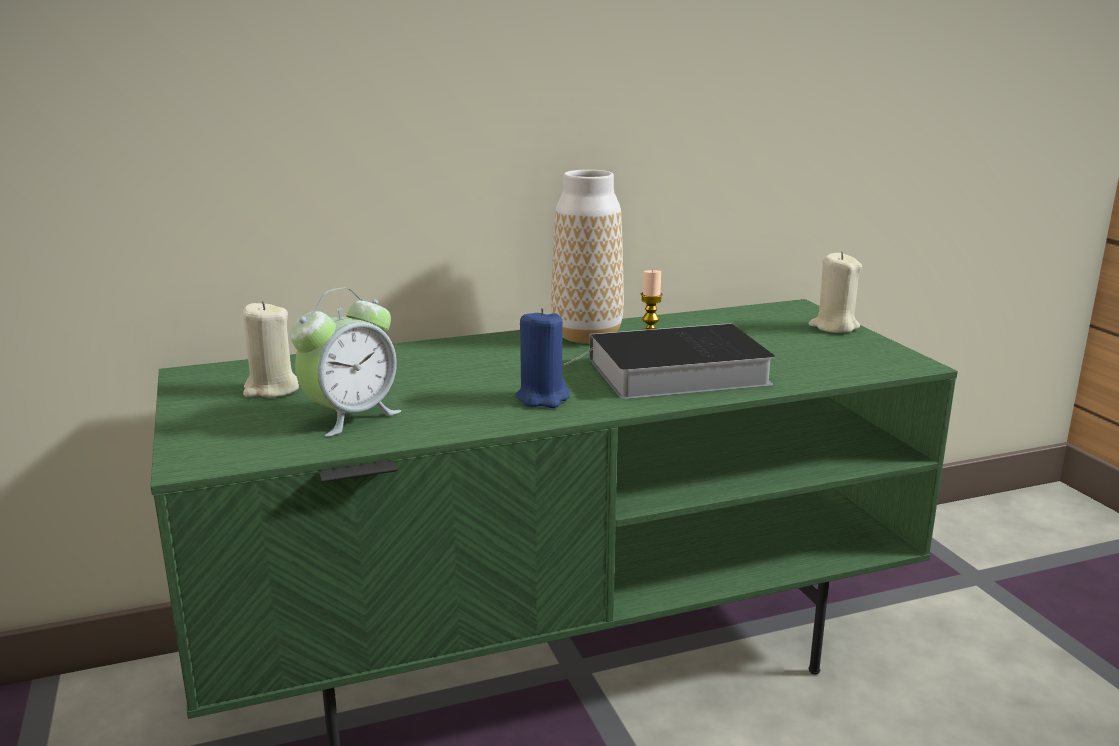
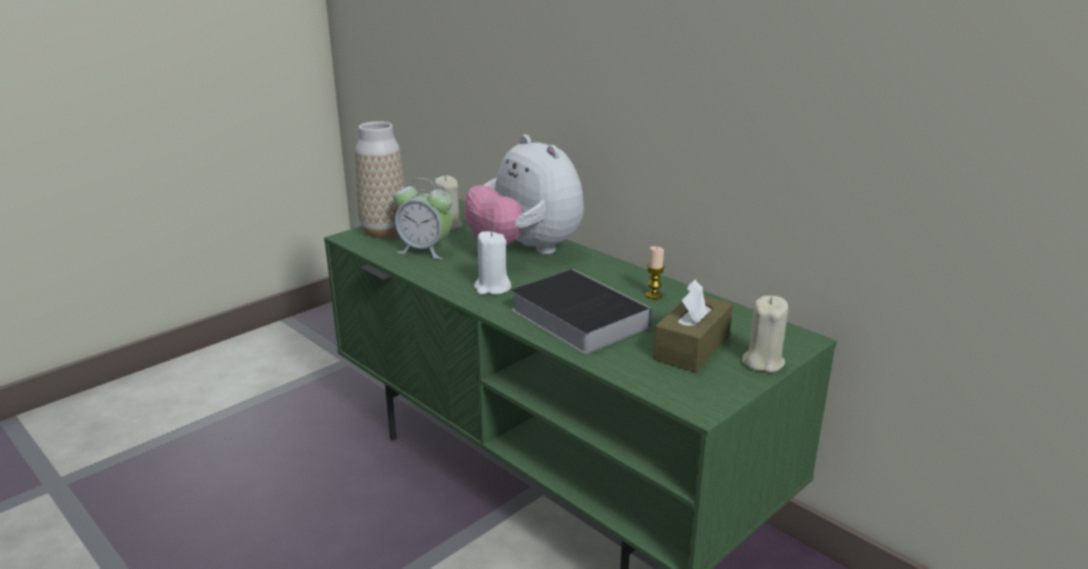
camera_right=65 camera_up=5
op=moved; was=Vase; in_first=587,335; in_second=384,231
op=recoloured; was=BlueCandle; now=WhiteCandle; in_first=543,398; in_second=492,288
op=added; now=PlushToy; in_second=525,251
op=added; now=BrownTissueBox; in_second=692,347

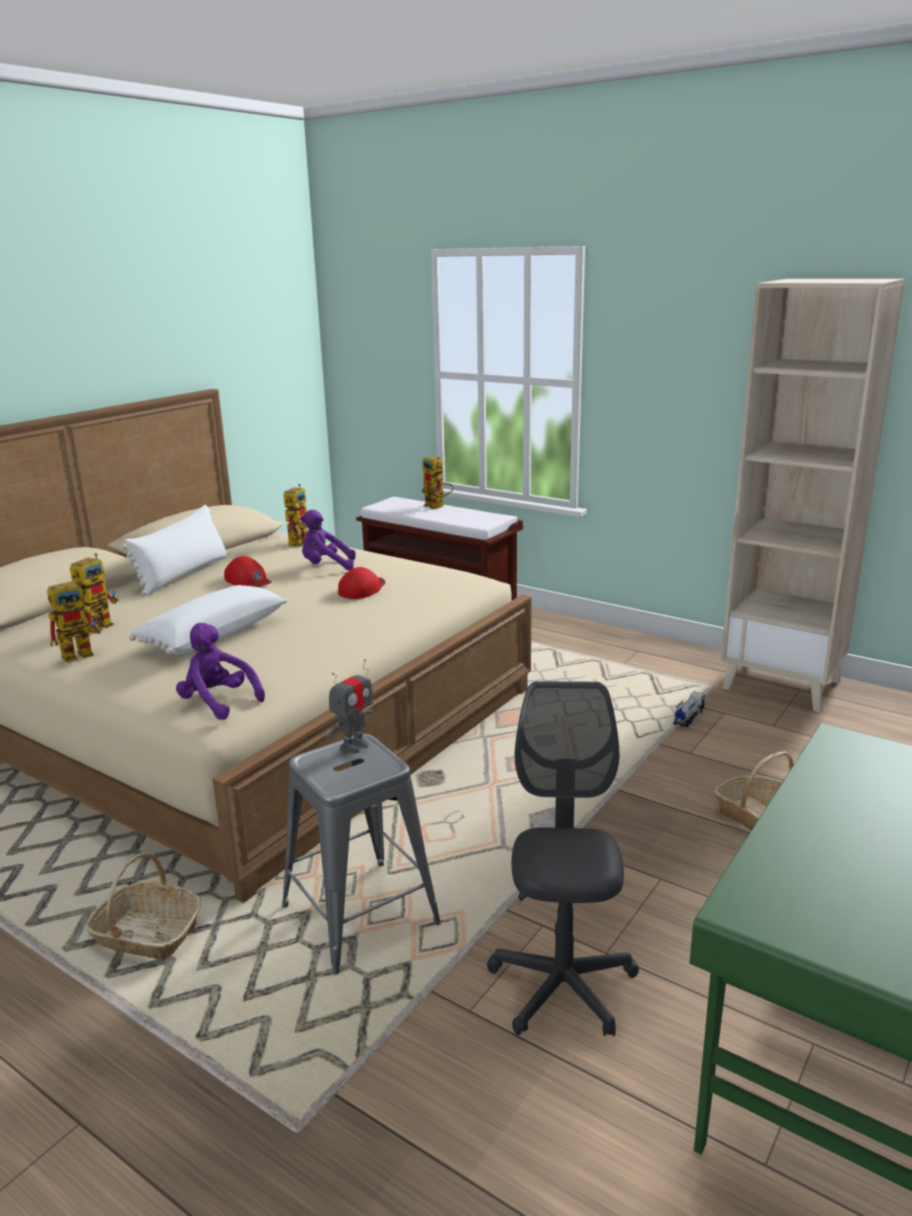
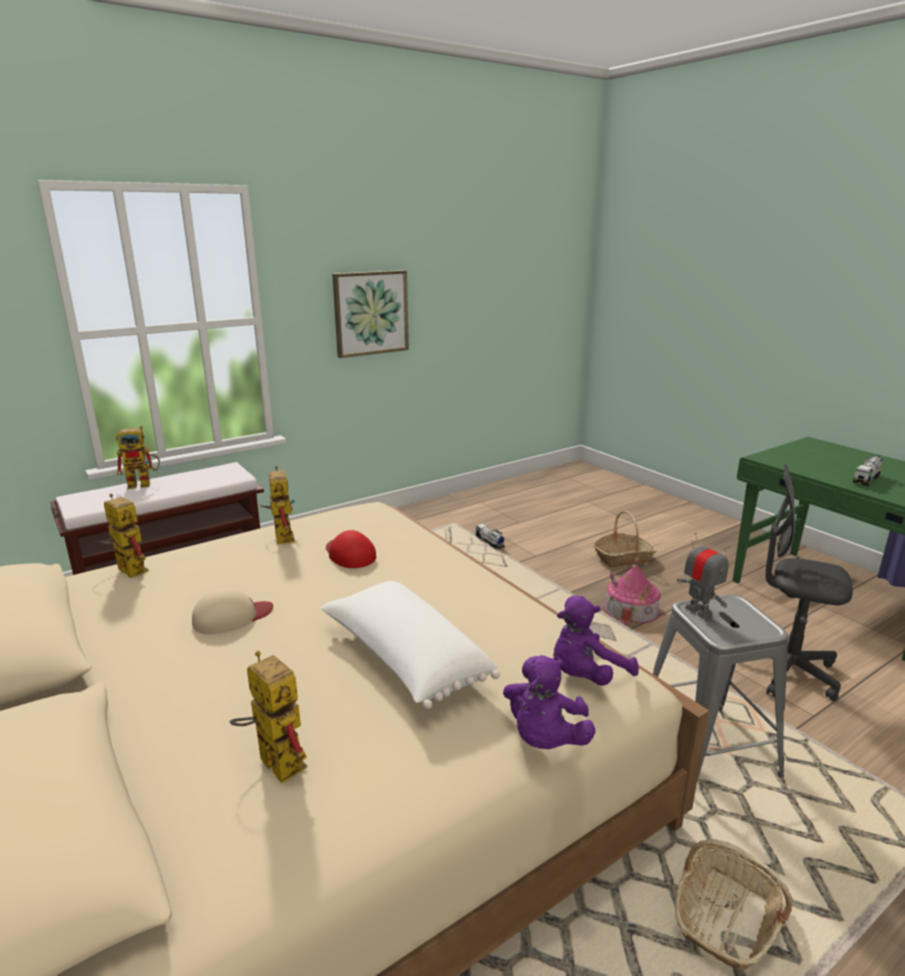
camera_right=-70 camera_up=0
op=removed; was=BeigeBookcase; in_first=783,684
op=removed; was=WhitePillow; in_first=184,574
op=moved; was=PurplePlushToy; in_first=326,567; in_second=544,739
op=recoloured; was=RedCap; now=BeigeCap; in_first=248,580; in_second=232,617
op=moved; was=ToyRobot; in_first=83,653; in_second=281,535
op=added; now=Picture; in_second=370,313
op=added; now=ToyTruck; in_second=866,479
op=added; now=ToyHouse; in_second=631,608

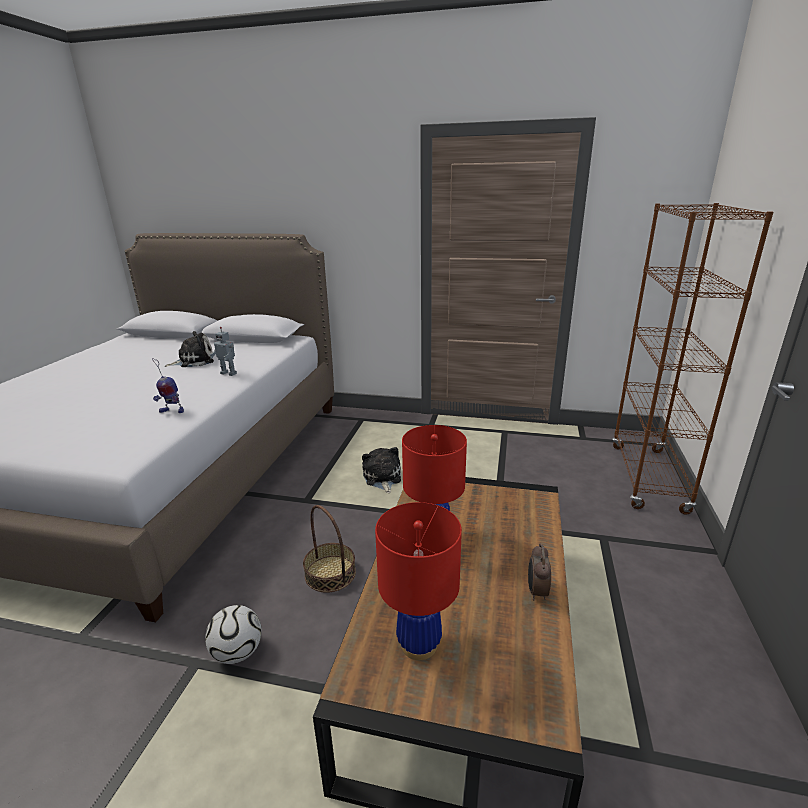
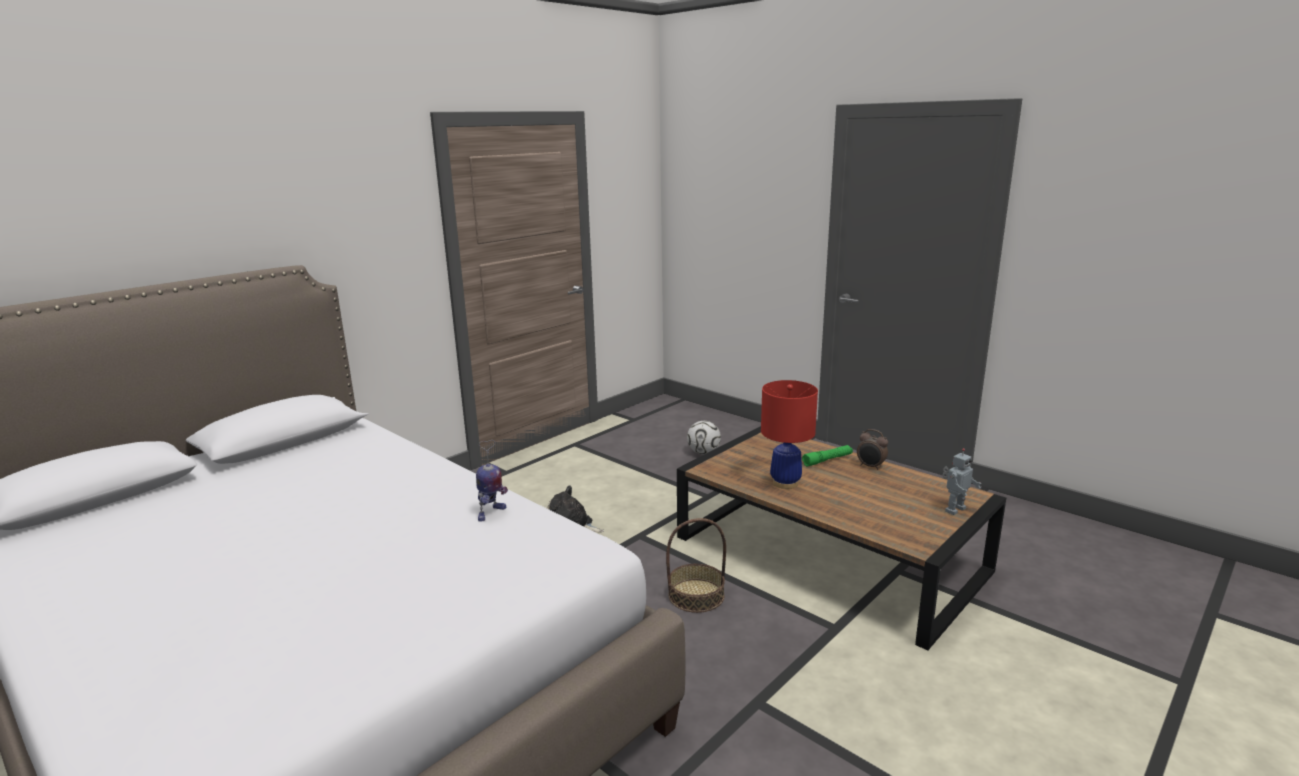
camera_right=-60 camera_up=-5
op=removed; was=BrownBookcase; in_first=647,478
op=moved; was=ToyRobot; in_first=229,373; in_second=954,509
op=removed; was=PlushToy; in_first=194,361
op=removed; was=RedTableLamp; in_first=418,644
op=moved; was=Football; in_first=238,652; in_second=704,452
op=added; now=GreenFlashlight; in_second=827,460

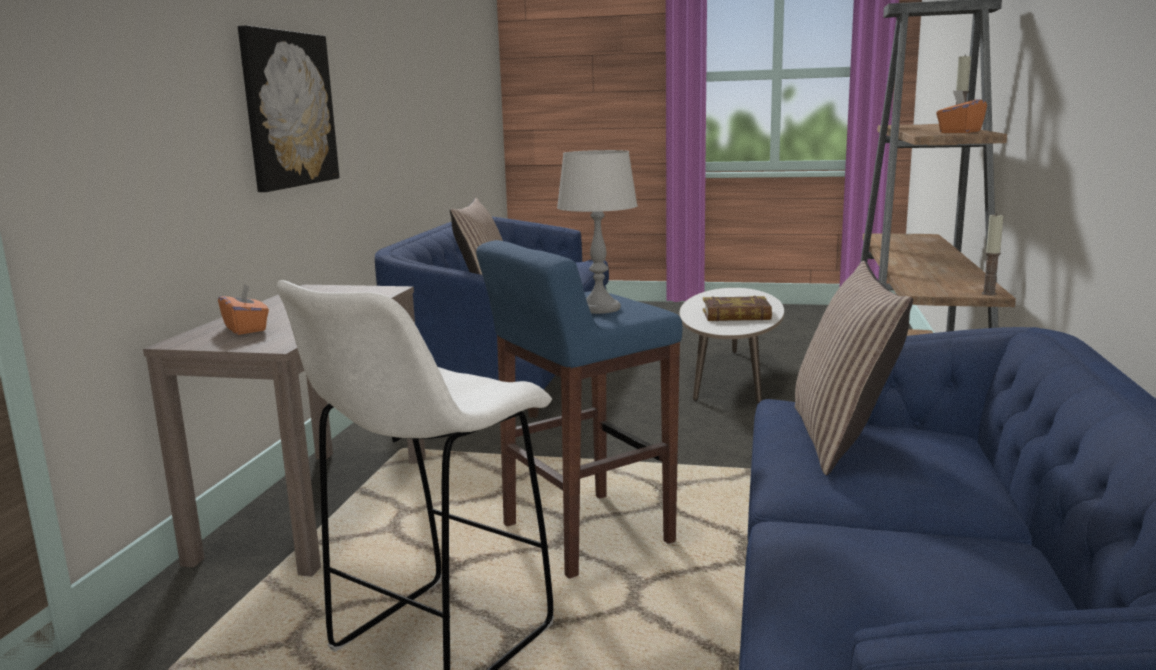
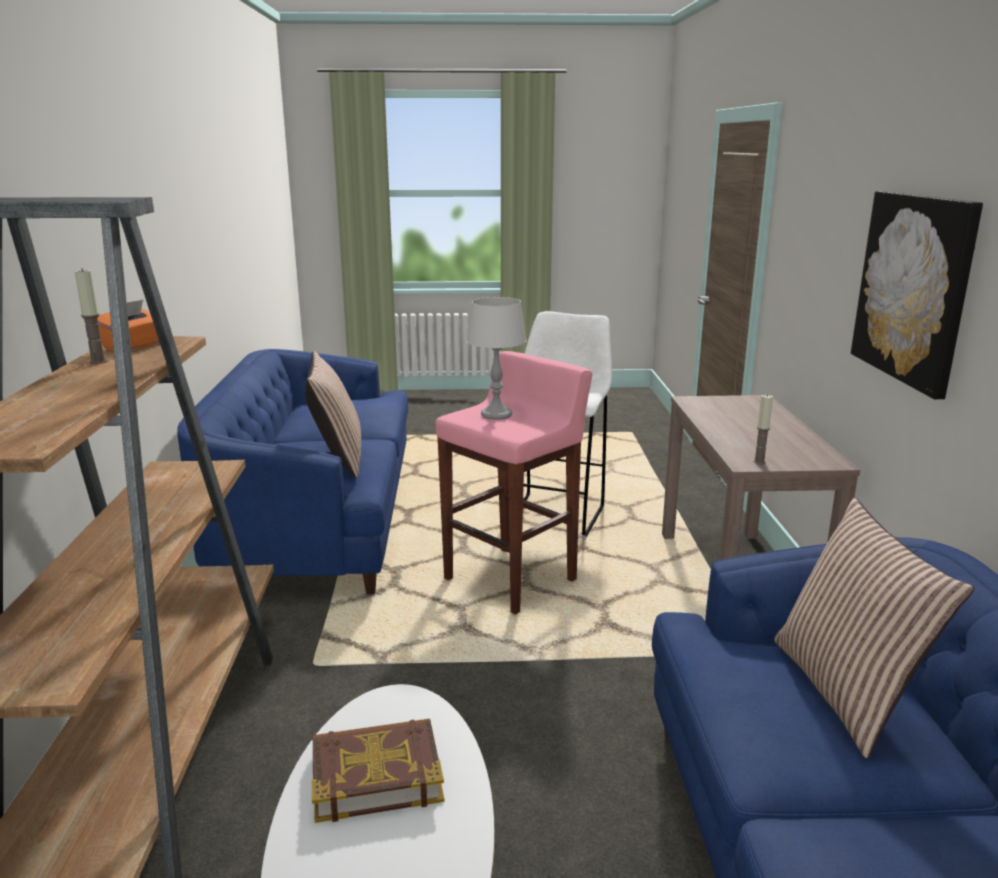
camera_right=165 camera_up=5
op=moved; was=Candle; in_first=988,293; in_second=759,462
op=recoloured; was=BlueStool; now=PinkStool; in_first=584,534; in_second=512,579
op=removed; was=OrangeTissueBox; in_first=246,328

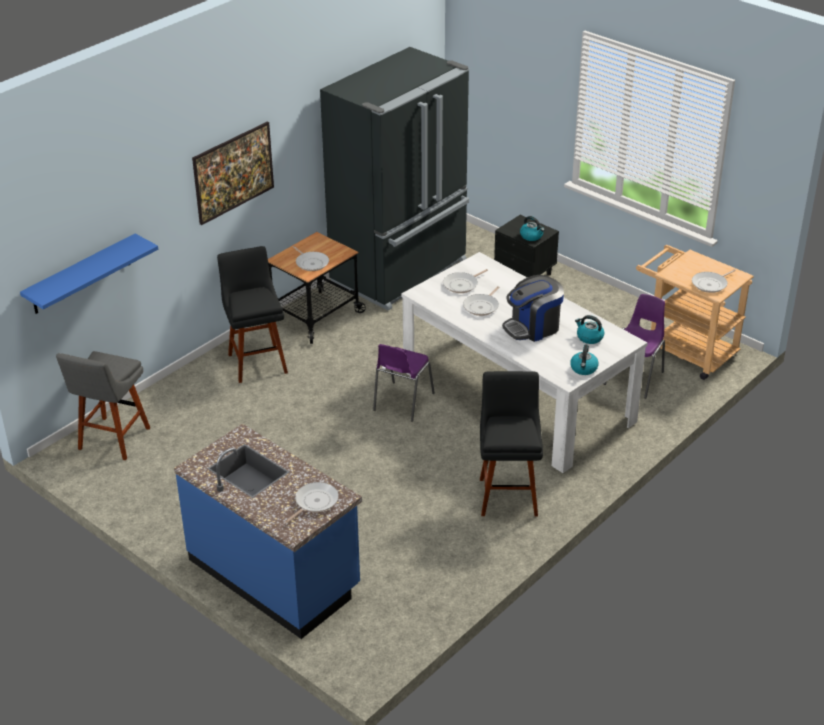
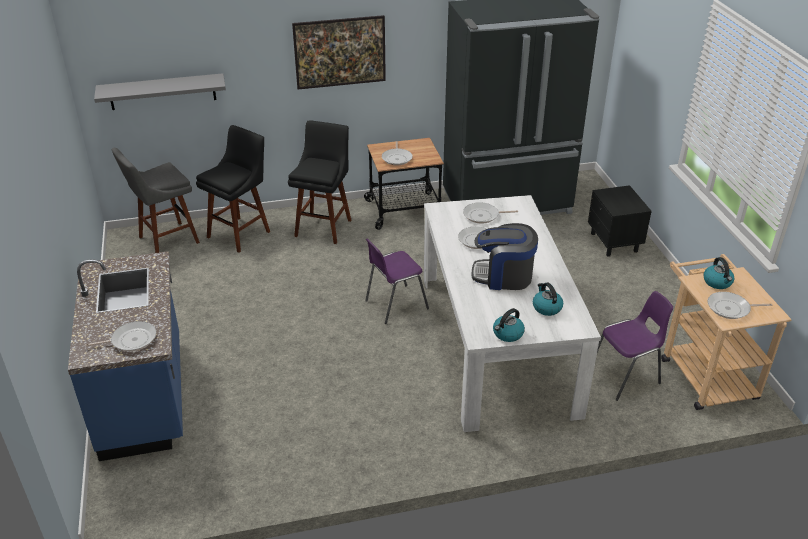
camera_right=35 camera_up=0
op=moved; was=Kettle; in_first=532,236; in_second=717,282
op=recoloured; was=BlueShelf; now=GreyShelf; in_first=81,275; in_second=162,92
op=moved; was=BlackStool; in_first=508,494; in_second=241,233

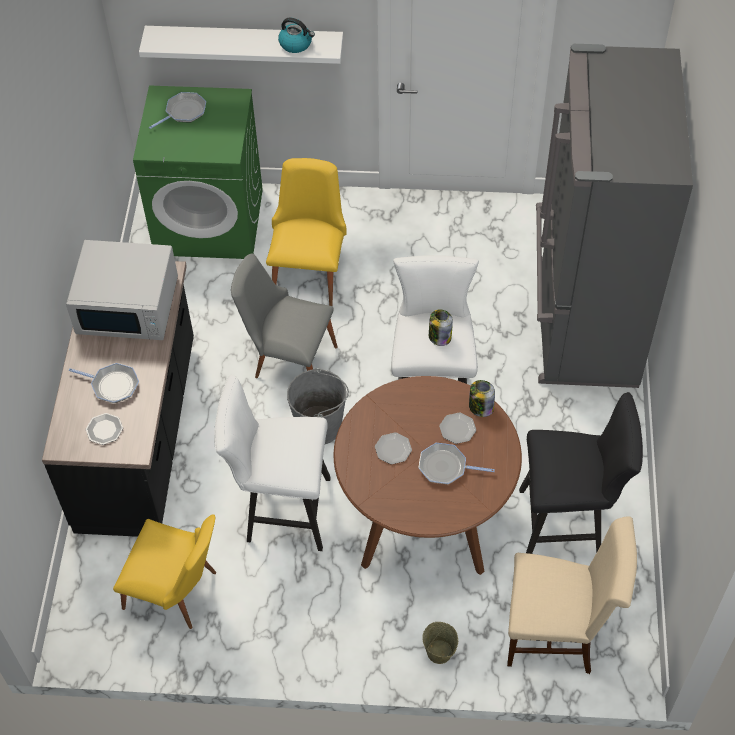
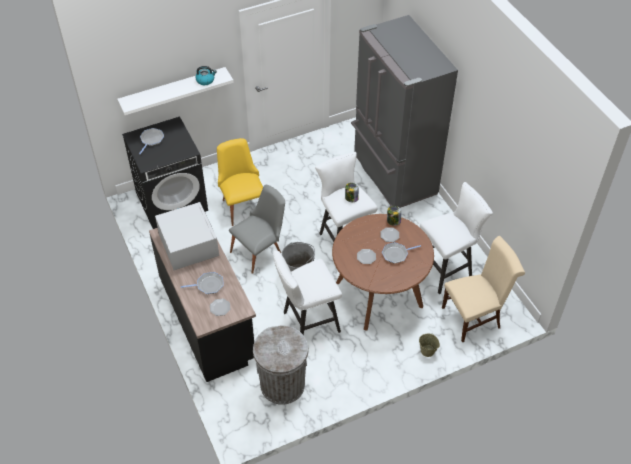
camera_right=-30 camera_up=-5
op=recoloured; was=GreenWashingMachine; now=BlackWashingMachine; in_first=210,221; in_second=172,201
op=turned; was=WhiteMicrowave; in_first=128,306; in_second=188,244; clockwise=-90
op=turned; was=GreyChair; in_first=288,359; in_second=260,250; clockwise=150
op=recoloured; was=BlackStool; now=WhiteStool; in_first=567,526; in_second=447,269
op=replaced; was=YellowChair; now=GreyTrashCan; in_first=178,593; in_second=282,385

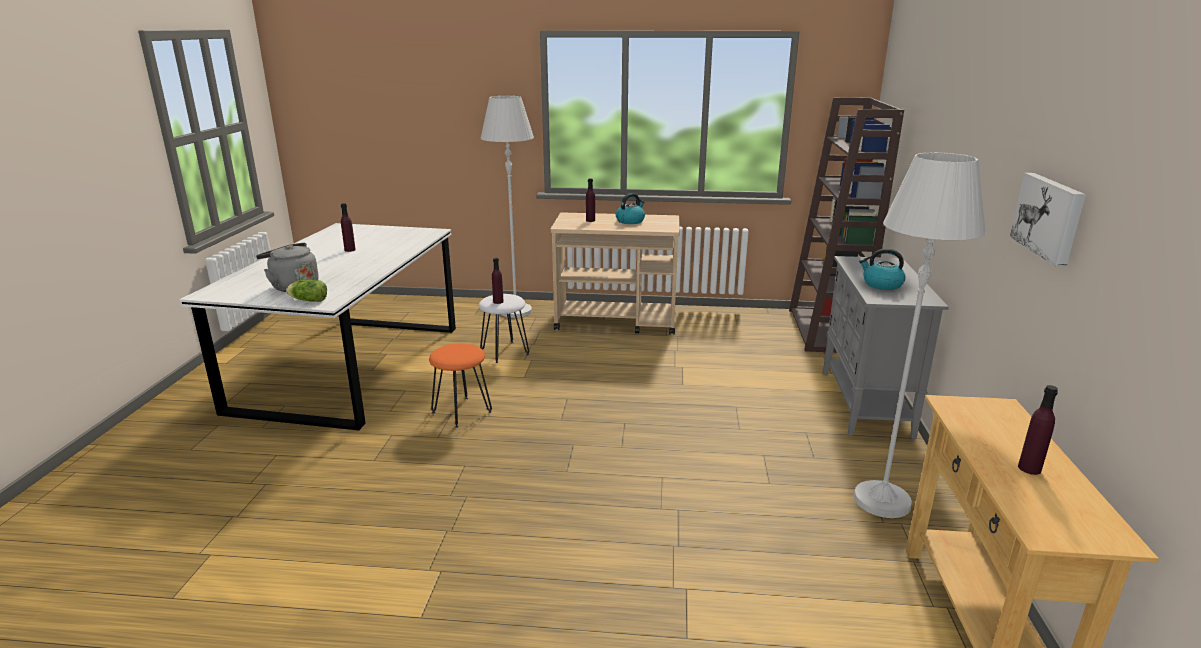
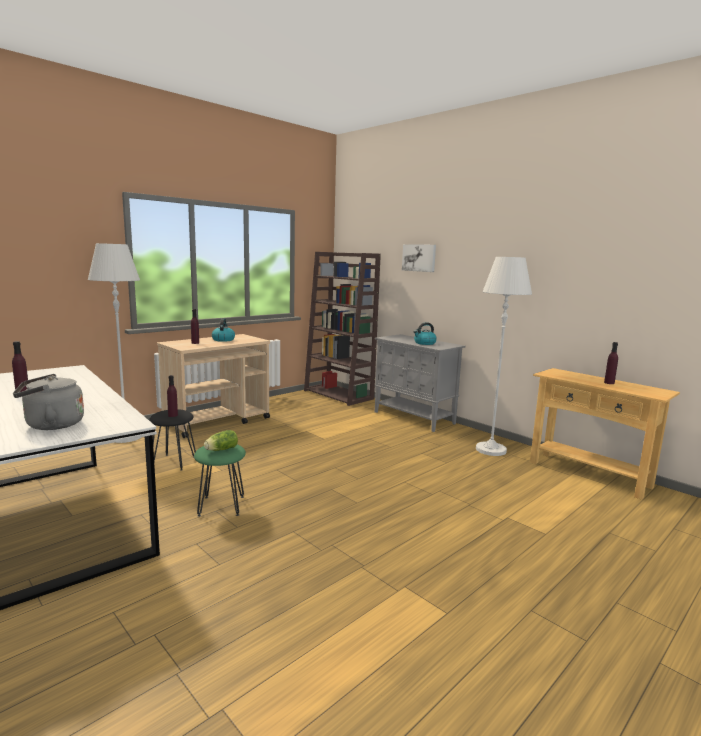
camera_right=-50 camera_up=-10
op=moved; was=Picture; in_first=1049,217; in_second=419,258
op=moved; was=Lettuce; in_first=307,300; in_second=220,450
op=recoloured; was=WhiteStool; now=BlackStool; in_first=505,352; in_second=174,462
op=recoloured; was=OrangeStool; now=GreenStool; in_first=462,412; in_second=222,506

